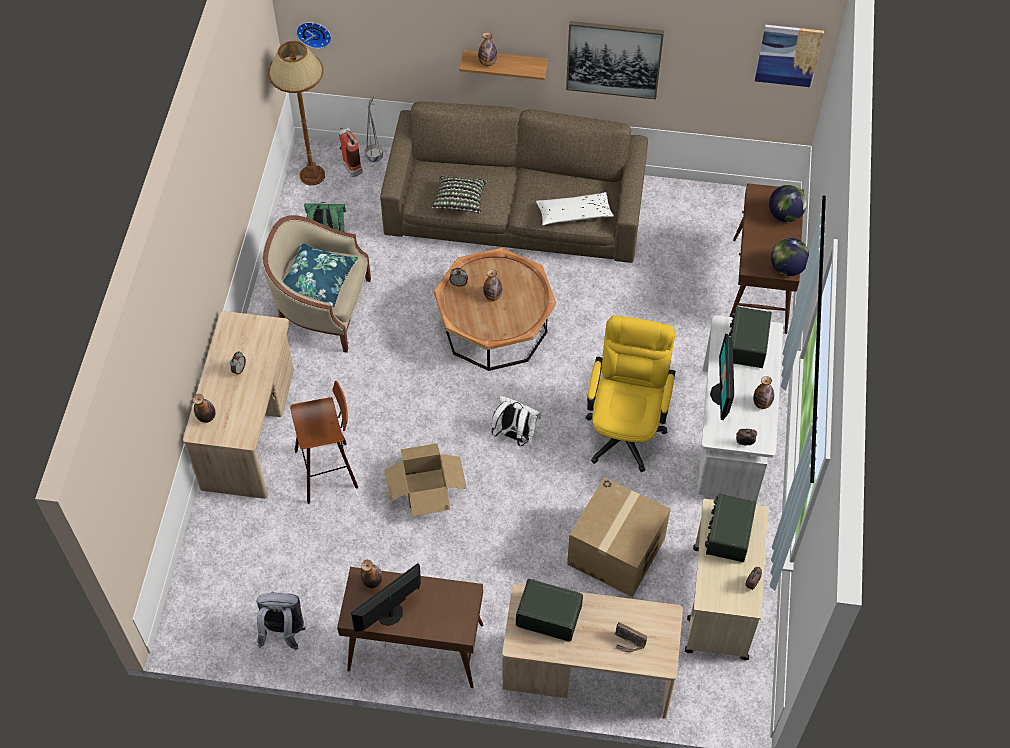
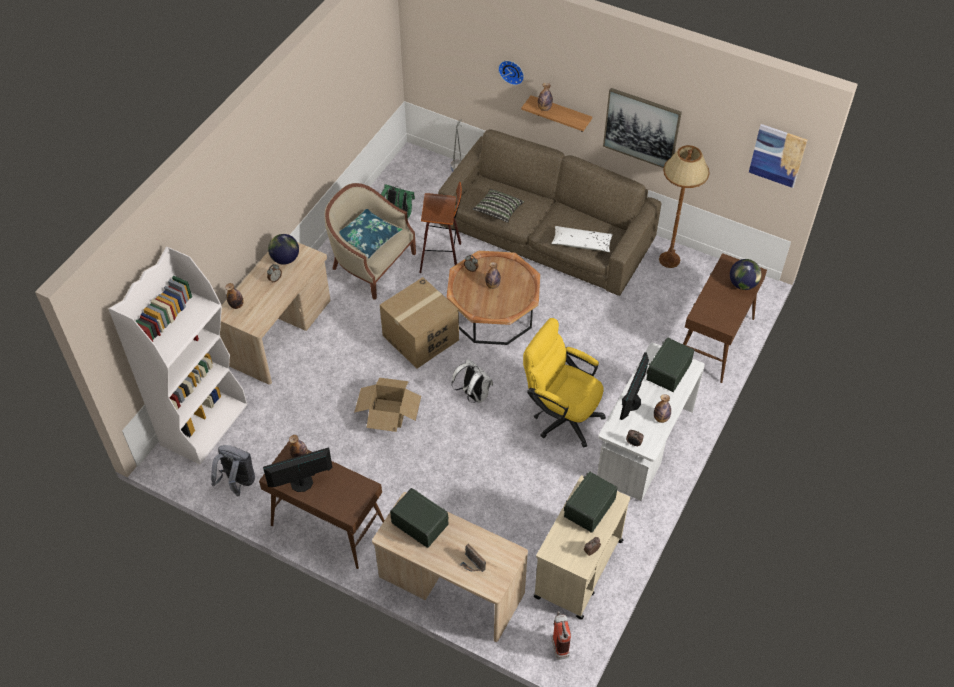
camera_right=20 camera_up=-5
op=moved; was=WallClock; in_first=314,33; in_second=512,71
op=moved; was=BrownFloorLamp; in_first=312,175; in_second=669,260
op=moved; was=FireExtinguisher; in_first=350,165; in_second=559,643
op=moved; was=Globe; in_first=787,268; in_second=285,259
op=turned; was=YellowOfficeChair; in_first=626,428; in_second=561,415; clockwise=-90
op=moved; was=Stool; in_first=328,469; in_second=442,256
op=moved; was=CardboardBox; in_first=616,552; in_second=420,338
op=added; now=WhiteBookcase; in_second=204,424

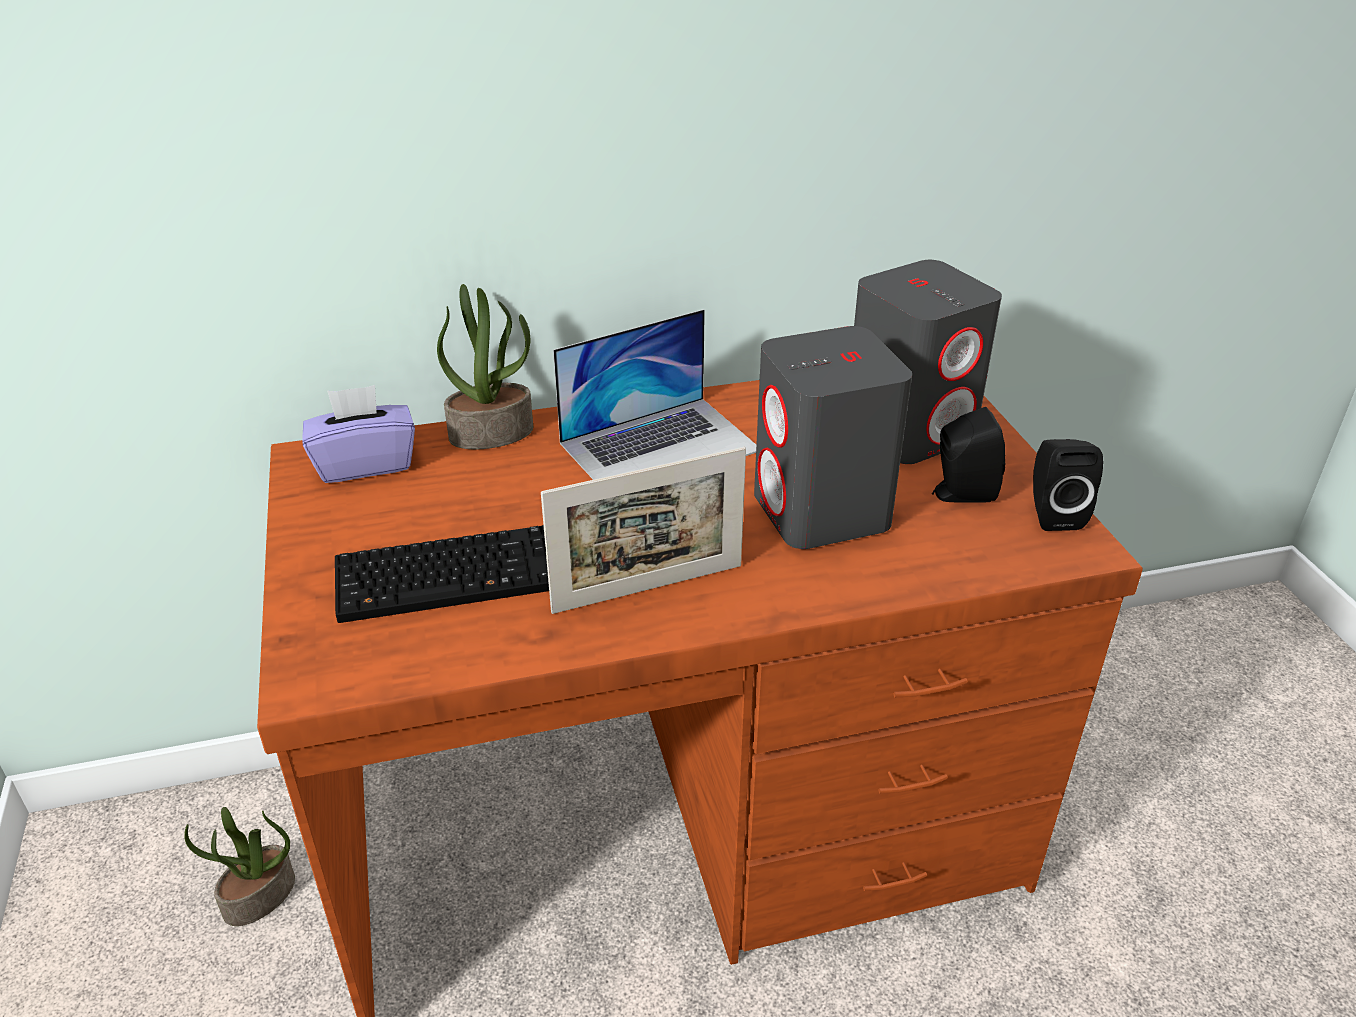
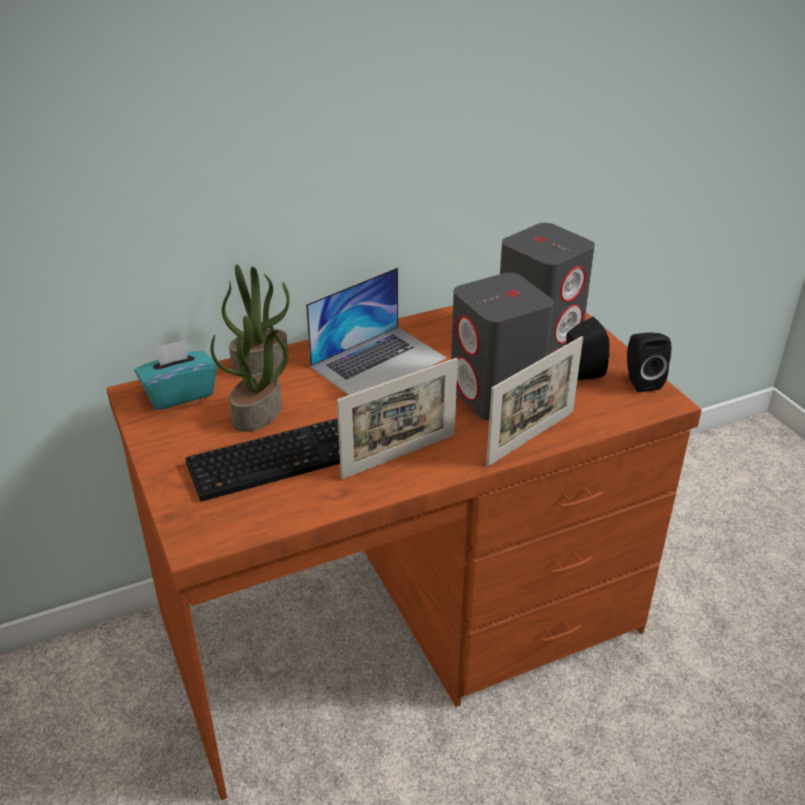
camera_right=-10 camera_up=0
op=recoloured; was=PurpleTissueBox; now=TurquoiseTissueBox; in_first=365,463; in_second=179,394
op=moved; was=PottedPlant; in_first=259,898; in_second=258,415
op=added; now=PictureFrame; in_second=531,438

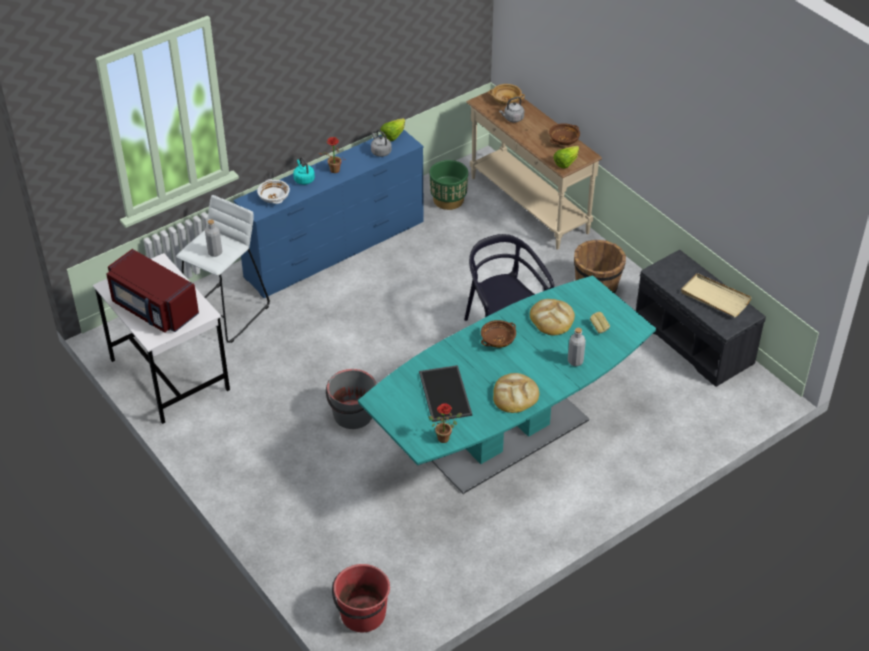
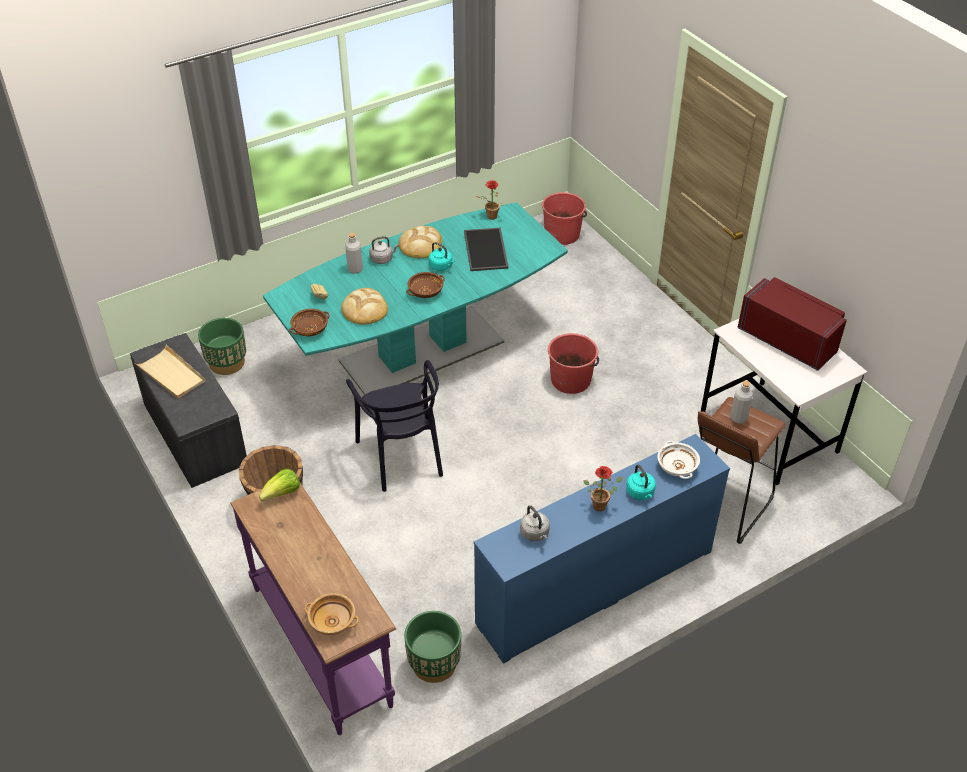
camera_right=-175 camera_up=0
op=recoloured; was=BeigeConsoleTable; now=PurpleConsoleTable; in_first=528,205; in_second=323,644
op=moved; was=GreyKettle; in_first=512,119; in_second=382,259
op=removed; was=Lettuce; in_first=393,136
op=moved; was=BrownBowl; in_first=563,140; in_second=310,329
op=recoloured; was=WhiteStool; now=BrownStool; in_first=226,313; in_second=722,503
op=recoloured; was=GreyBucket; now=RedBucket; in_first=352,415; in_second=571,380
op=added; now=TurquoiseKettle; in_second=441,266
op=added; now=GreenPlanter; in_second=227,363

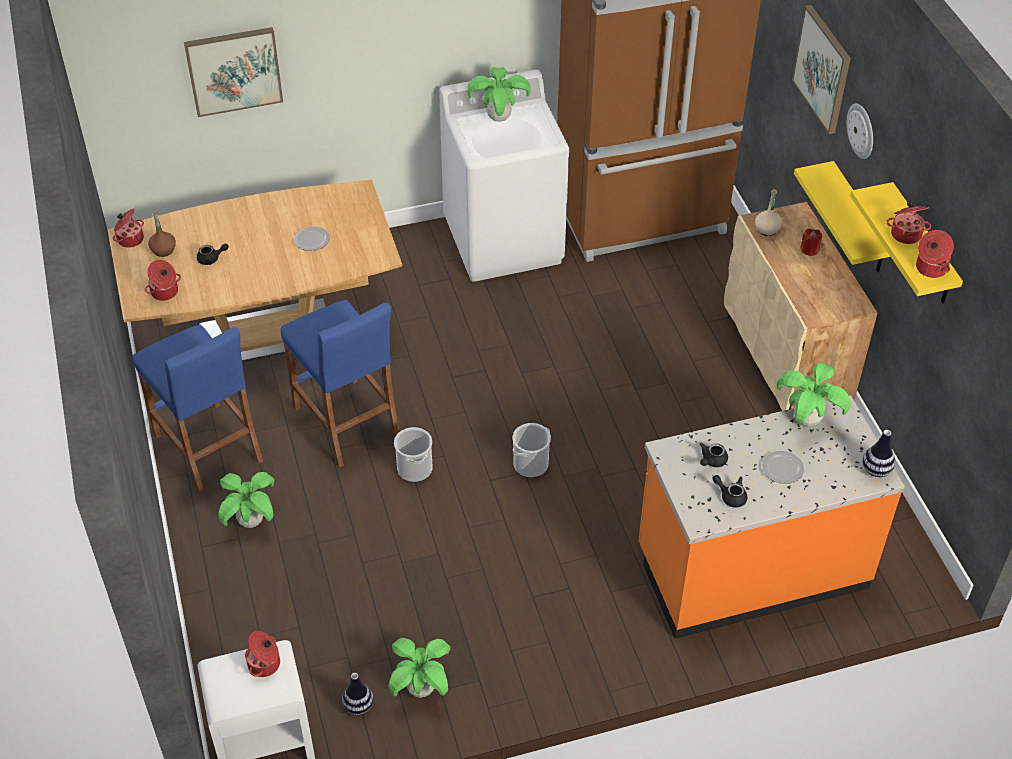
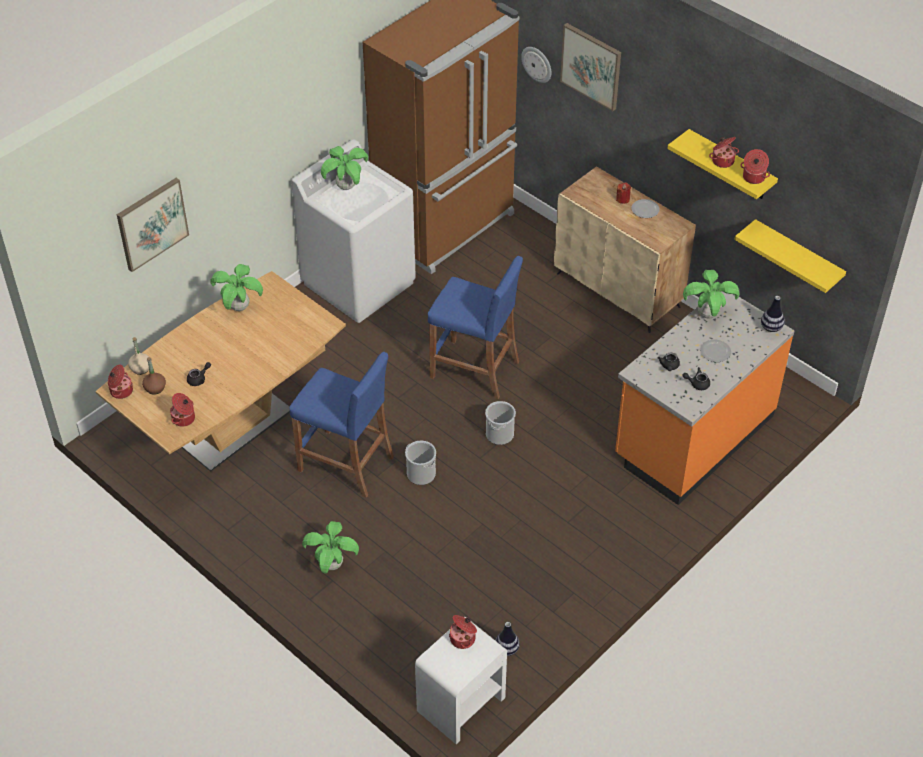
camera_right=-30 camera_up=0
op=moved; was=WallClock; in_first=861,130; in_second=537,64
op=moved; was=YellowShelf; in_first=859,220; in_second=797,257
op=moved; was=BeigeBottle; in_first=767,229; in_second=141,368
op=moved; was=Plate; in_first=312,240; in_second=645,209
op=moved; was=BlueStool; in_first=208,448; in_second=475,370
op=moved; was=PottedPlant; in_first=420,689; in_second=239,307

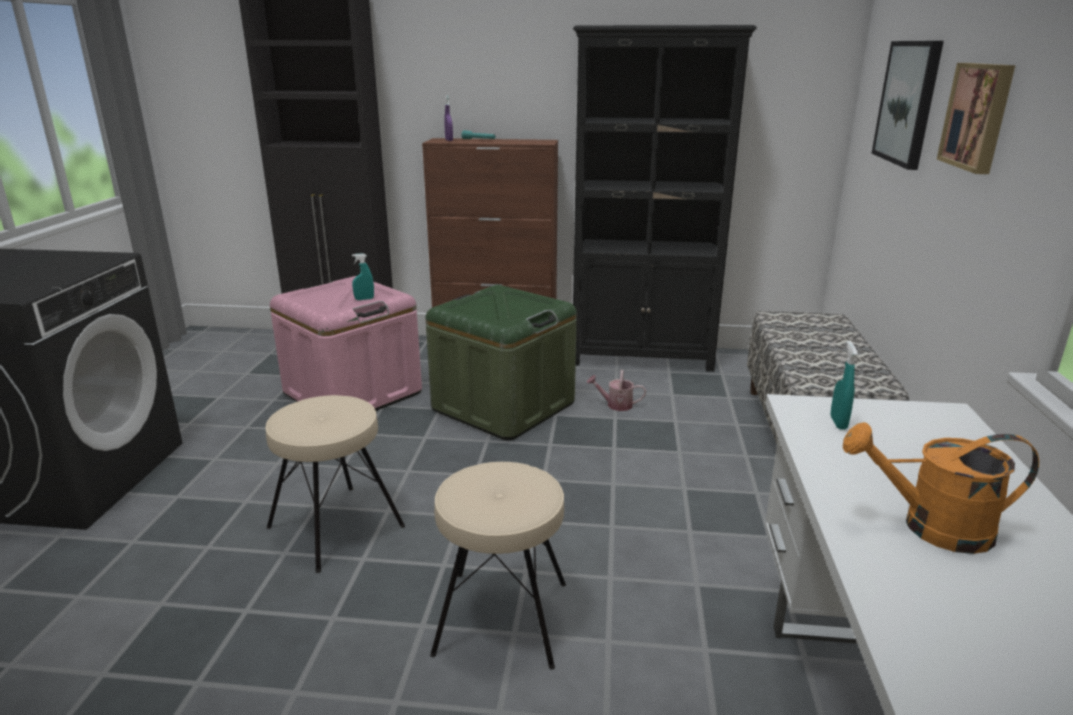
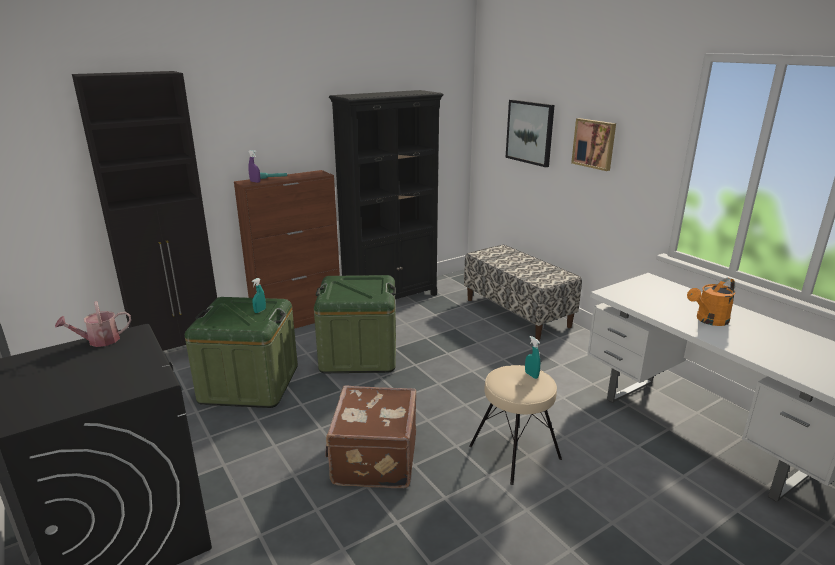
camera_right=-40 camera_up=0
op=recoloured; was=PinkStorageBox; now=GreenStorageBox; in_first=353,393; in_second=249,384
op=moved; was=TurquoiseSprayBottle; in_first=838,423; in_second=531,375
op=moved; was=WateringCan; in_first=615,405; in_second=99,341
op=replaced; was=BeigeStool; now=BrownSuitcase; in_first=335,527; in_second=373,459

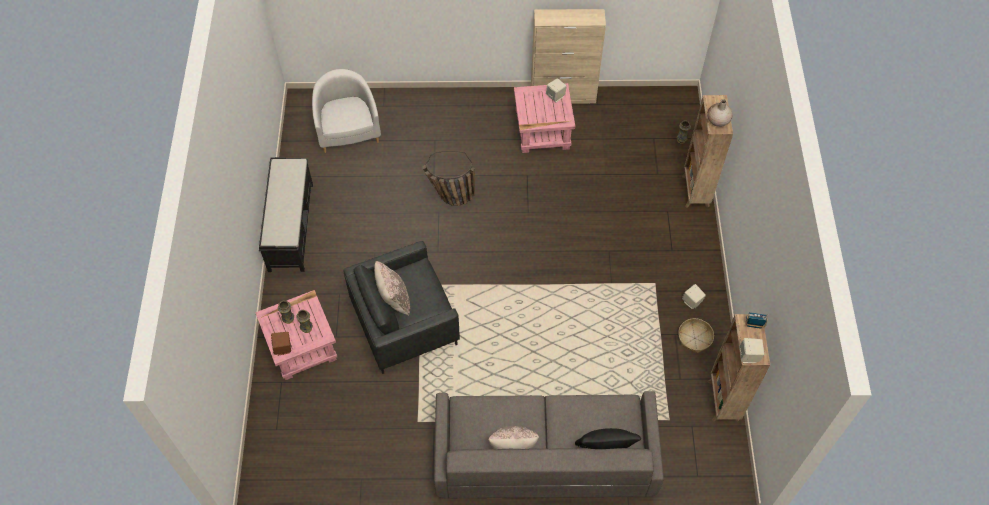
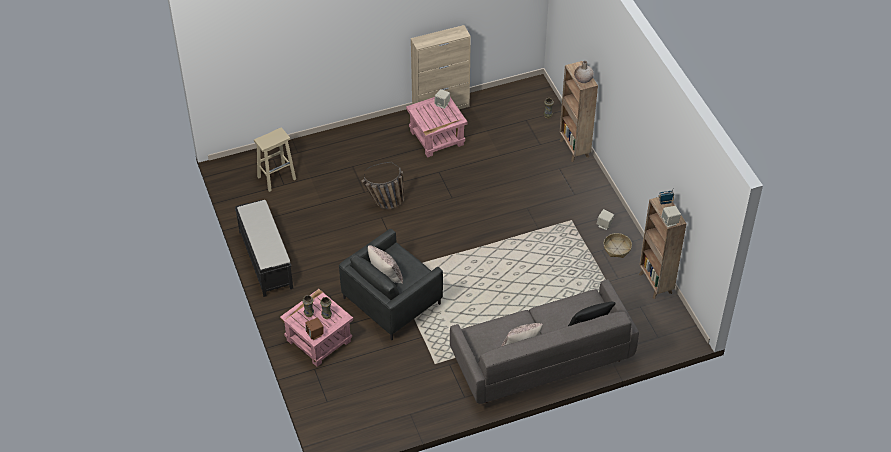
camera_right=-20 camera_up=-10
op=replaced; was=WhiteArmchair; now=BeigeStool; in_first=348,130; in_second=277,178

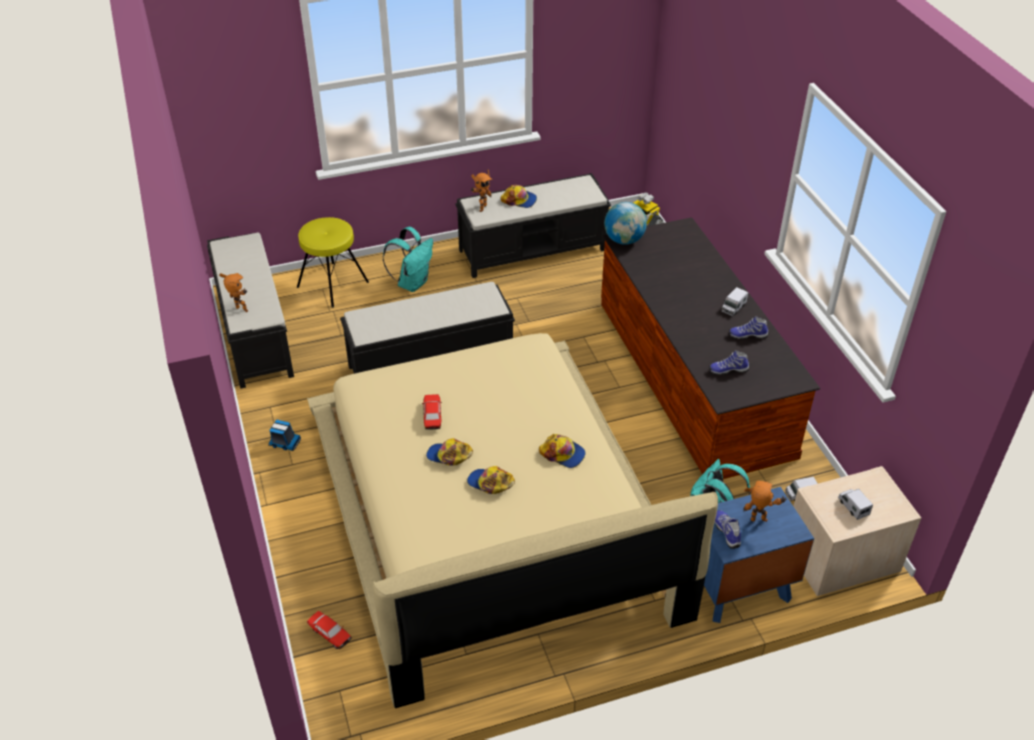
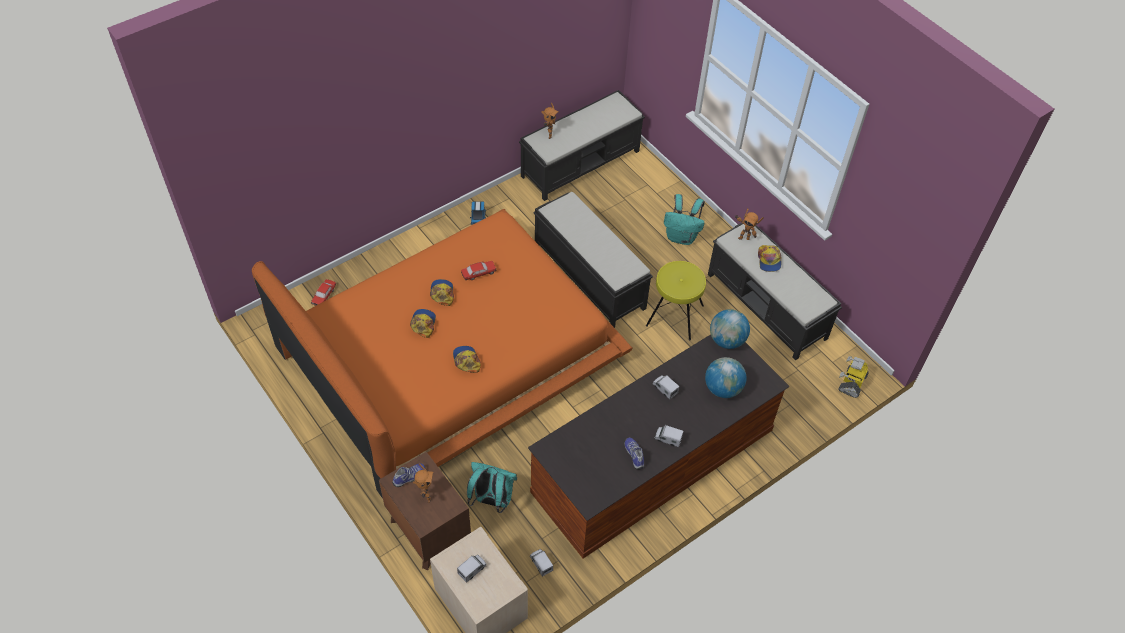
camera_right=70 camera_up=10
op=moved; was=YellowStool; in_first=332,284; in_second=675,315
op=recoloured; was=BeigeBed; now=OrangeBed; in_first=490,515; in_second=450,355
op=removed; was=Shoe; in_first=728,369
op=turned; was=Cap; in_first=562,454; in_second=466,360; clockwise=150
op=recoloured; was=BlueNightstand; now=BrownNightstand; in_first=738,587; in_second=428,530
op=added; now=Globe; in_second=722,388
op=added; now=ToyTruck; in_second=665,389

